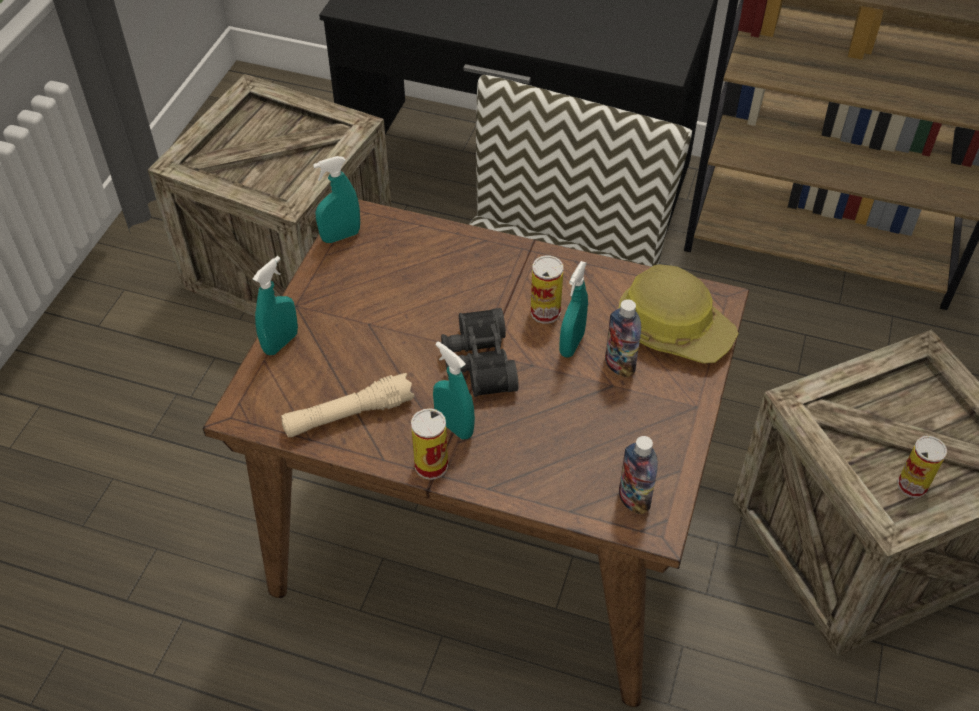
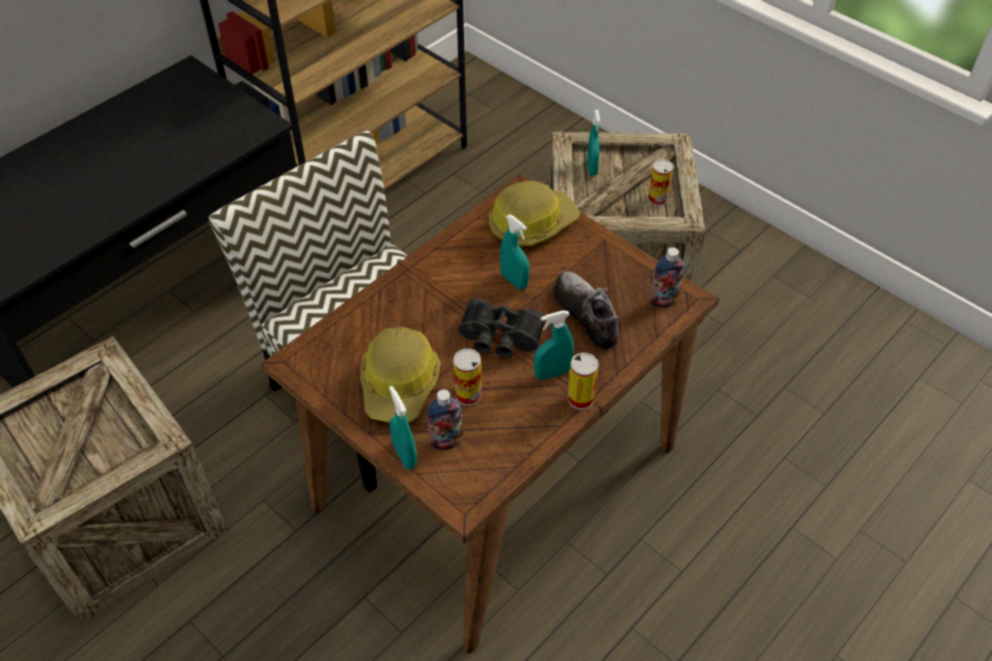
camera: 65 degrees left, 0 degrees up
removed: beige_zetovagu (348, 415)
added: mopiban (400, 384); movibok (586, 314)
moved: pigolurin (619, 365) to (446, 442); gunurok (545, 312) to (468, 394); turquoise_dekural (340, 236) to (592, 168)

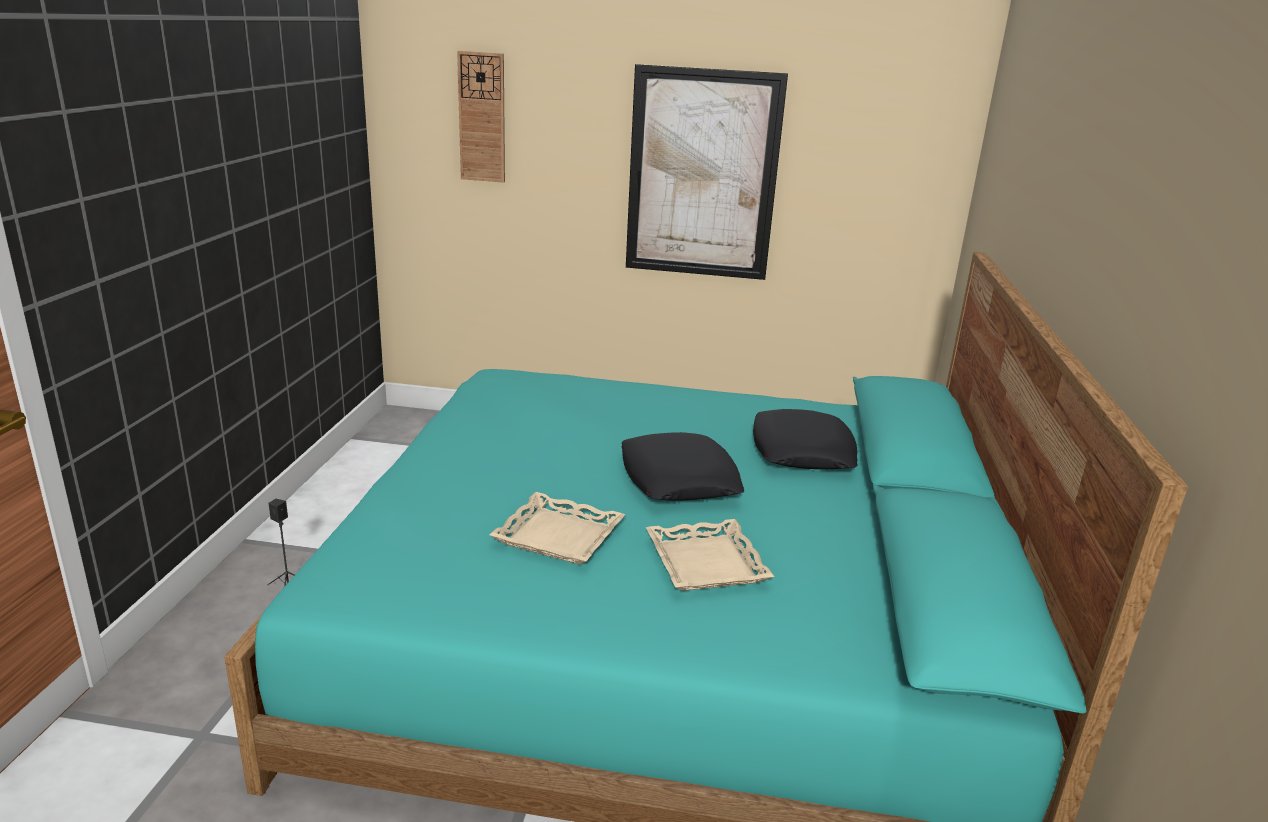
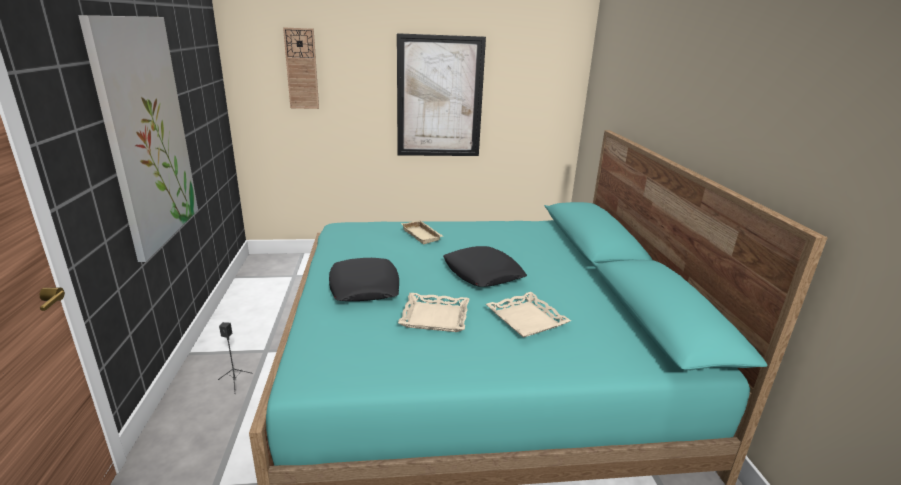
camera: 15 degrees left, 0 degrees up
added: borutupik (147, 134); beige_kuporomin (423, 235)
moved: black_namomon (802, 451) to (364, 287)

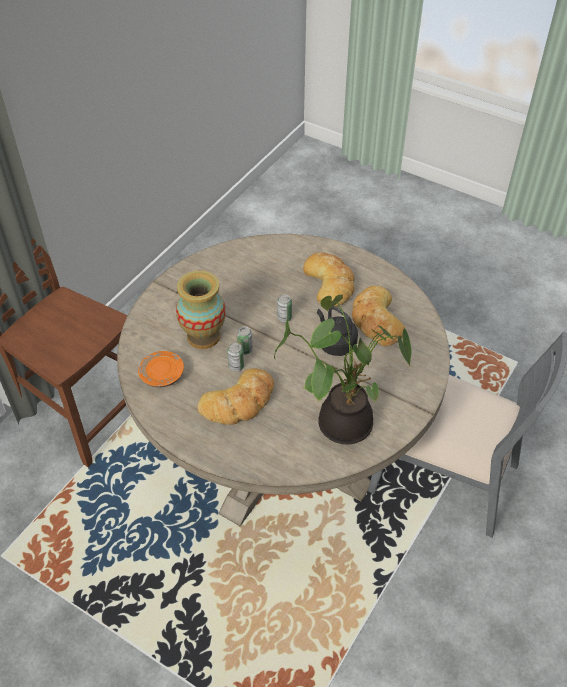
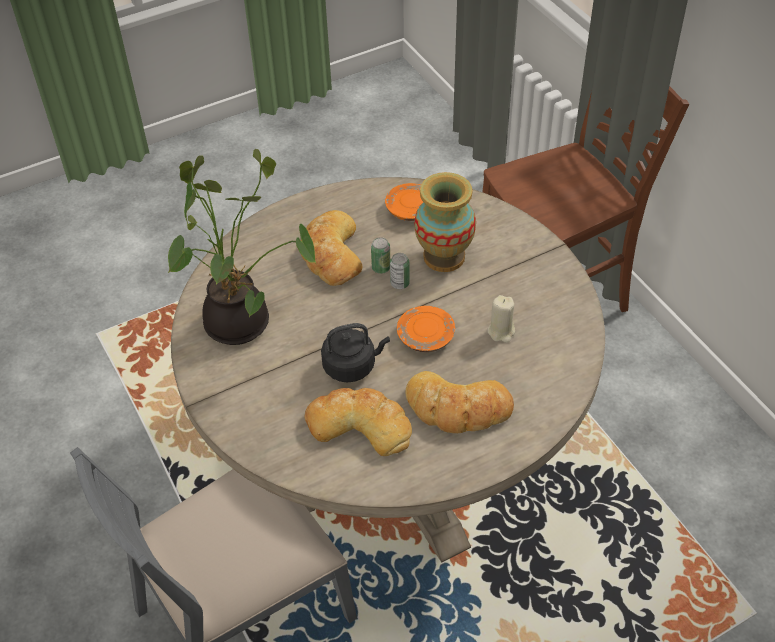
camera: 120 degrees right, 0 degrees up
added: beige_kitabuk (501, 331)
replaced: gunurok (284, 318) to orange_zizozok (426, 336)

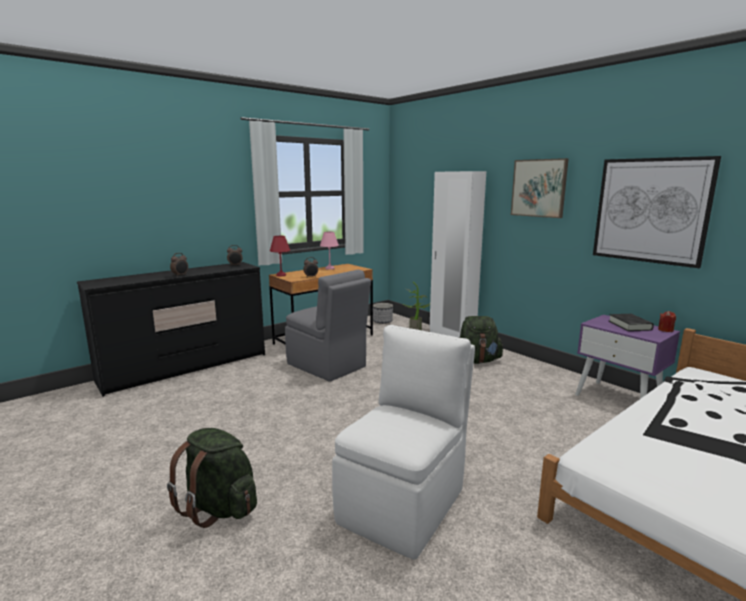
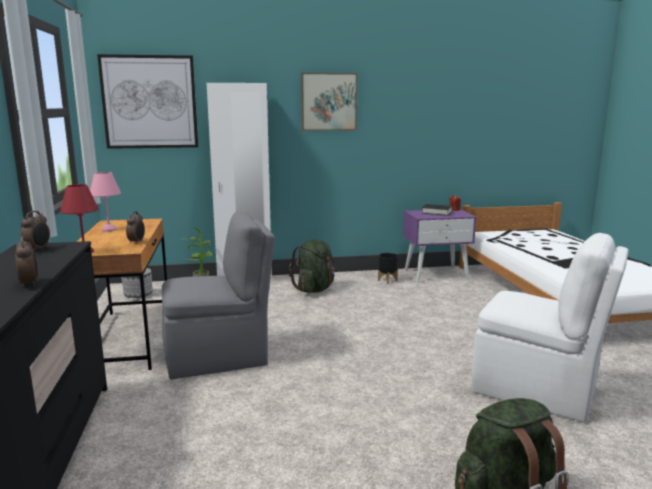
camera: 60 degrees left, 0 degrees up
added: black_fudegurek (387, 280)
moved: borutupik (650, 210) to (150, 102)
turned: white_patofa (404, 503) = (537, 390) 150 degrees clockwise

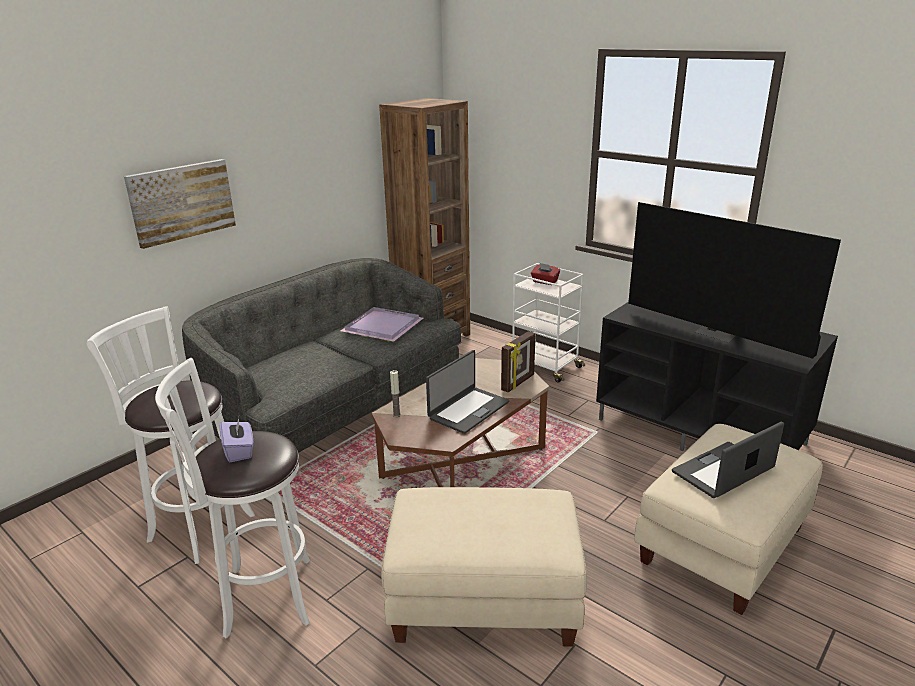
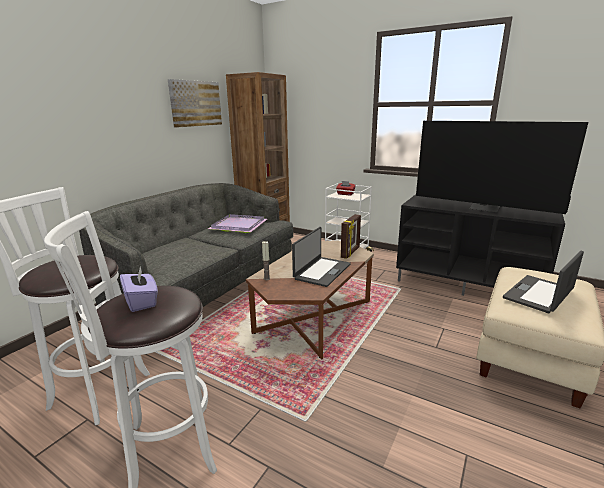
camera: 10 degrees left, 5 degrees down
removed: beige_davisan (483, 600)
moved: borutupik (181, 202) to (195, 103)

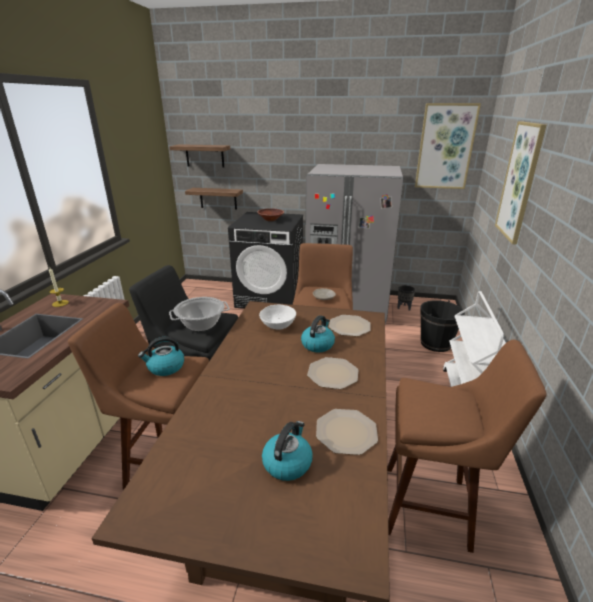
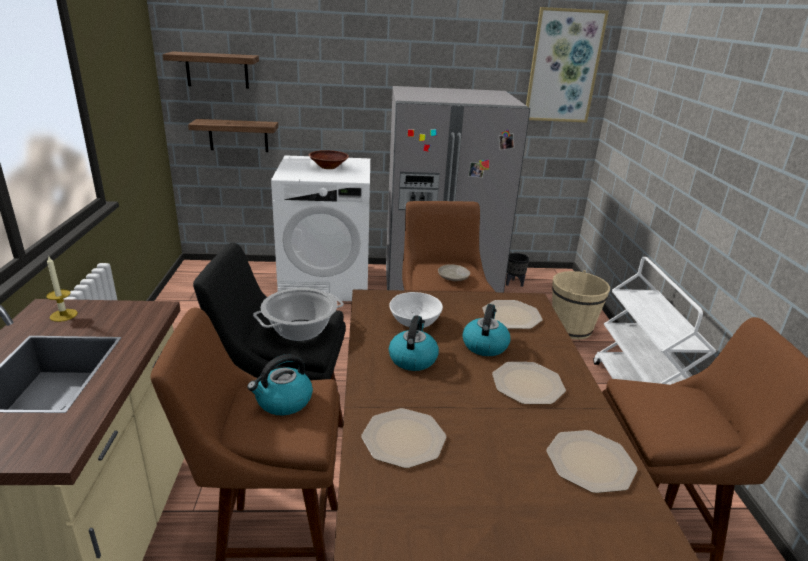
camera: 15 degrees left, 0 degrees up
removed: borutupik (520, 182)
added: zizozok (403, 439)
moved: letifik (287, 462) to (413, 358)
recoloured: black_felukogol (270, 298) to white_felukogol (326, 282); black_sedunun (436, 343) to beige_sedunun (571, 328)

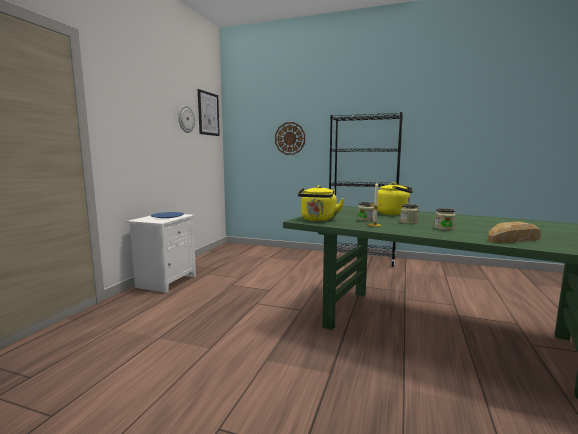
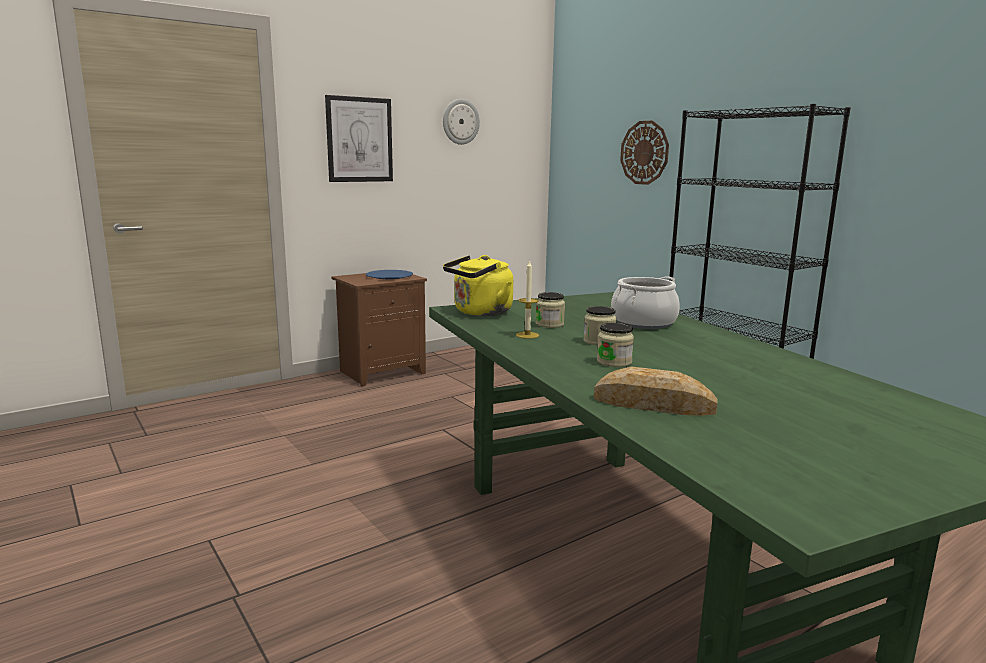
camera: 35 degrees right, 5 degrees up
moved: borutupik (208, 114) to (359, 140)
replaced: yellow_letifik (394, 213) to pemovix (644, 322)
recoloured: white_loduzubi (166, 281) to brown_loduzubi (382, 372)

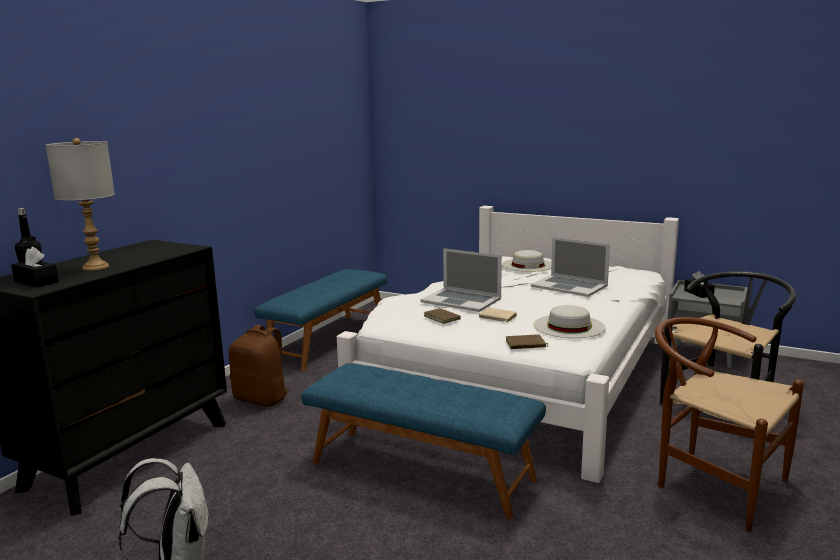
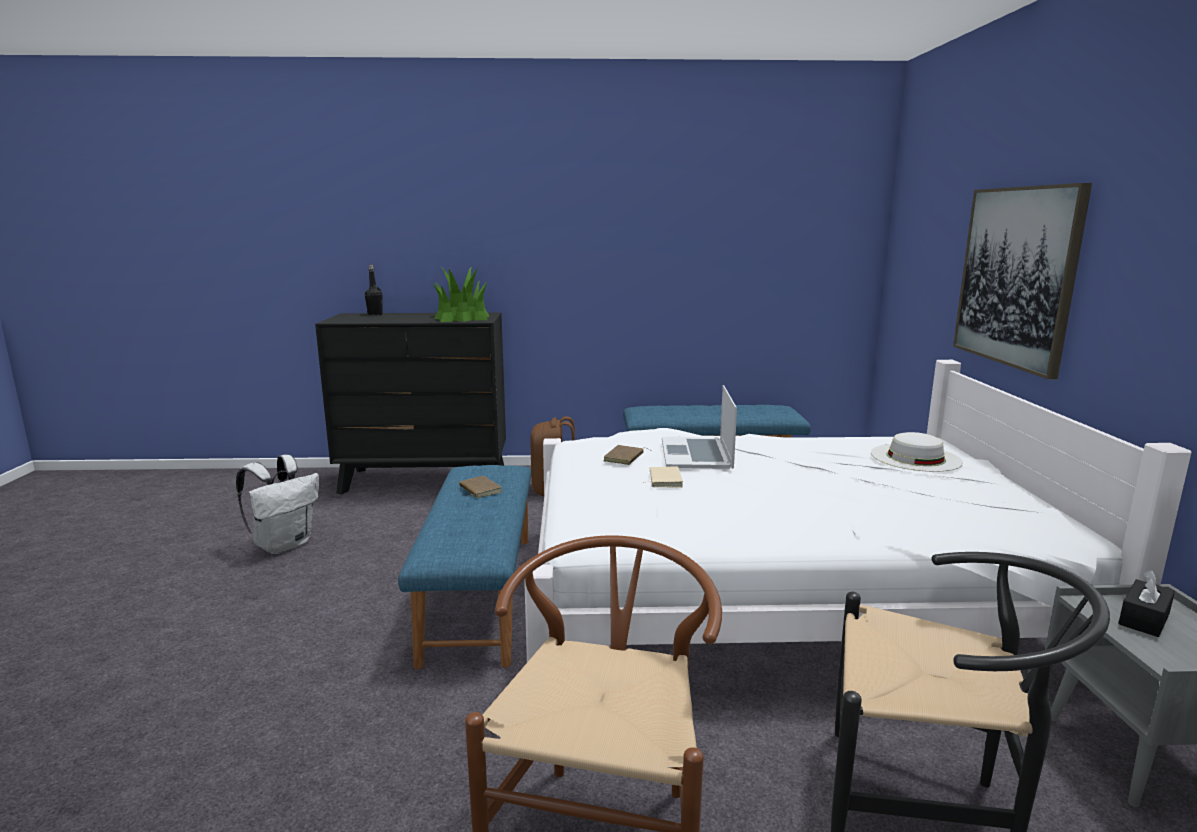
camera: 60 degrees right, 0 degrees up
removed: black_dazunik (36, 282); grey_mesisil (95, 267); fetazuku (569, 286); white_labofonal (569, 326)
added: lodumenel (461, 317); borutupik (1016, 276)
moved: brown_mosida (525, 345) to (478, 490)

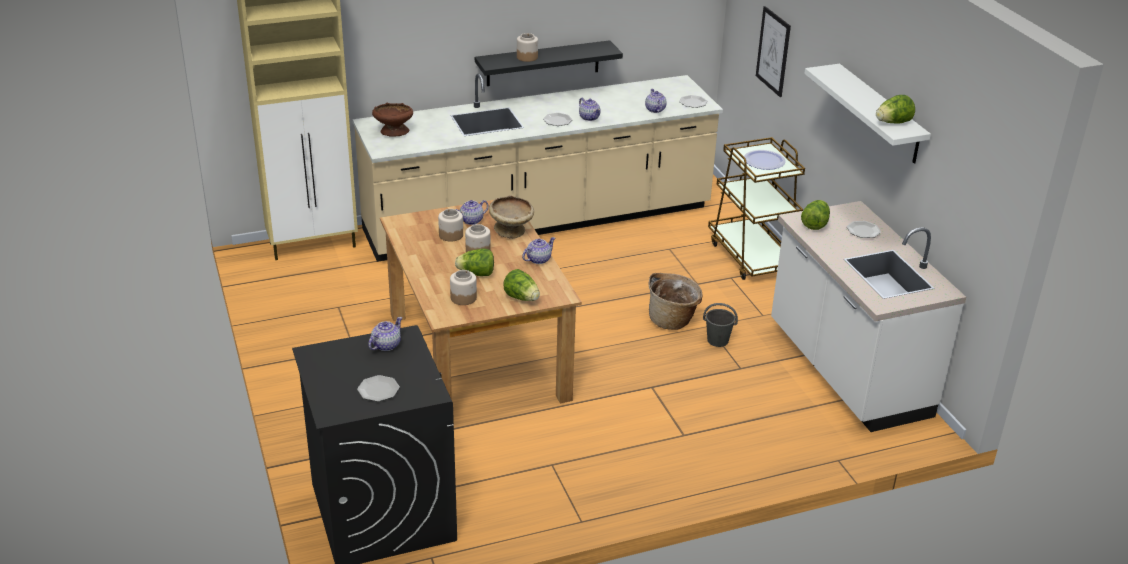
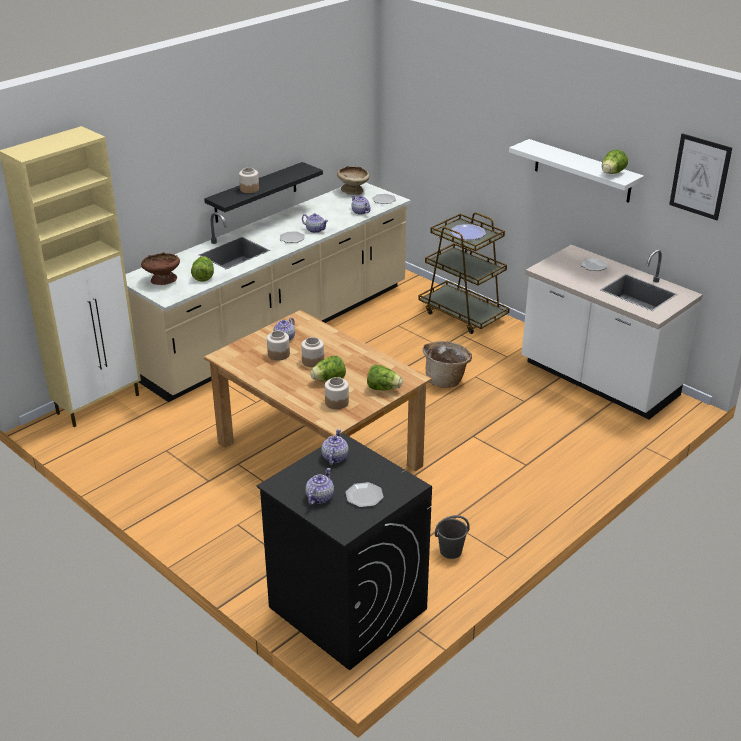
camera: 25 degrees left, 0 degrees up
moved: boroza (815, 224) to (203, 277); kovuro (538, 259) to (319, 497); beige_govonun (511, 231) to (353, 191); grey_sedunun (717, 340) to (450, 551); borutupik (773, 51) to (700, 176)

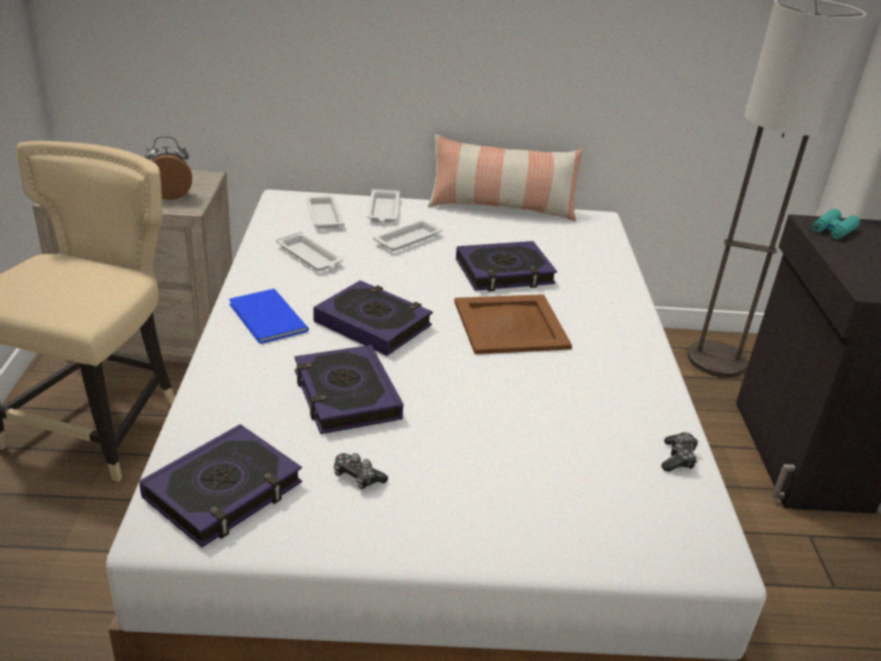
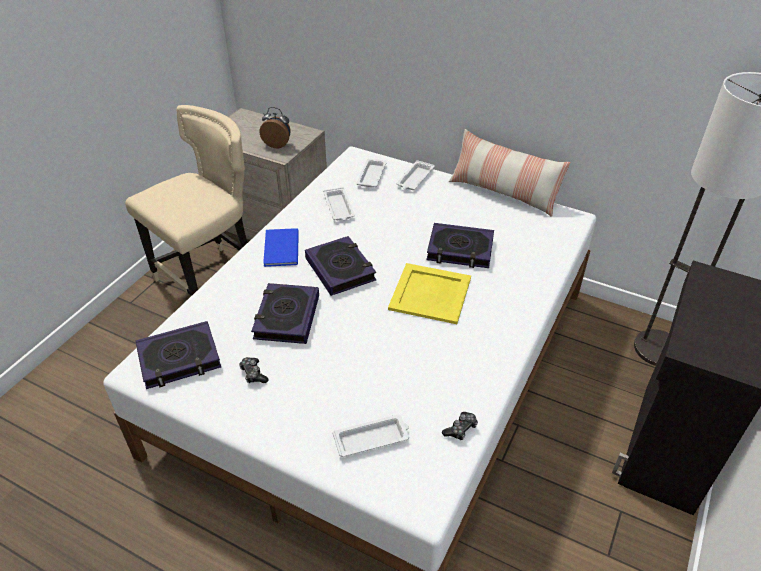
camera: 30 degrees right, 10 degrees up
removed: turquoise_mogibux (833, 230)
moved: white_kuporomin (408, 239) to (372, 438)
recoloured: brown_kuporomin (510, 325) to yellow_kuporomin (429, 294)

